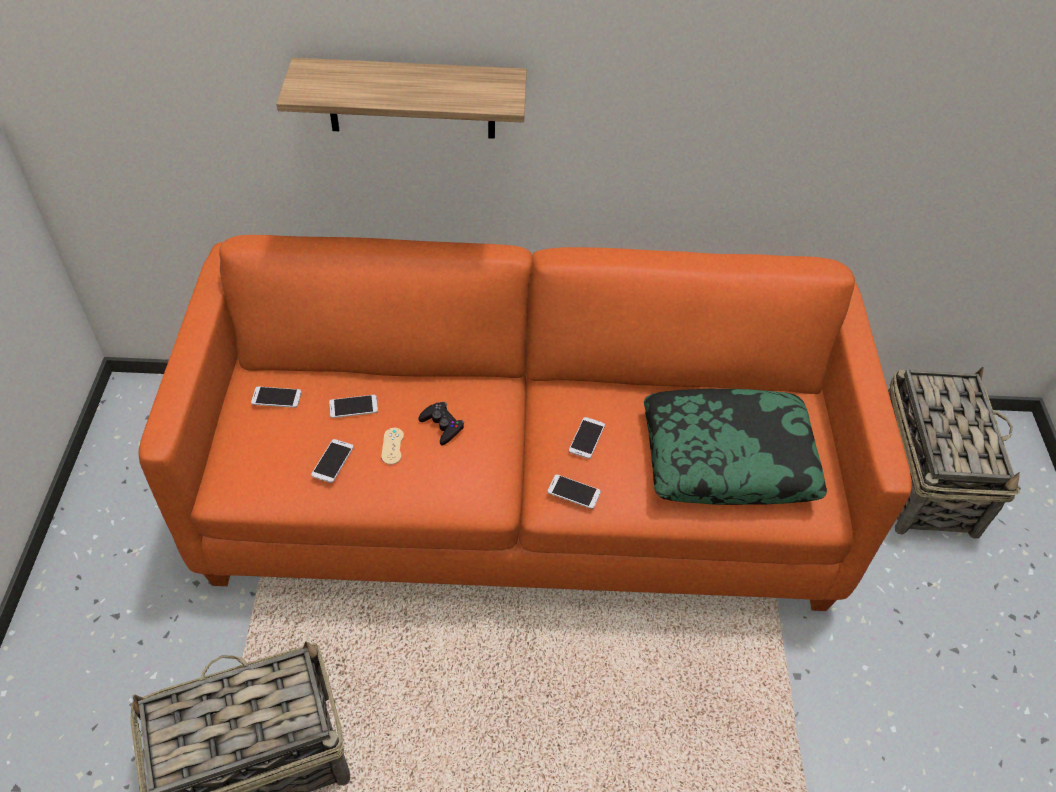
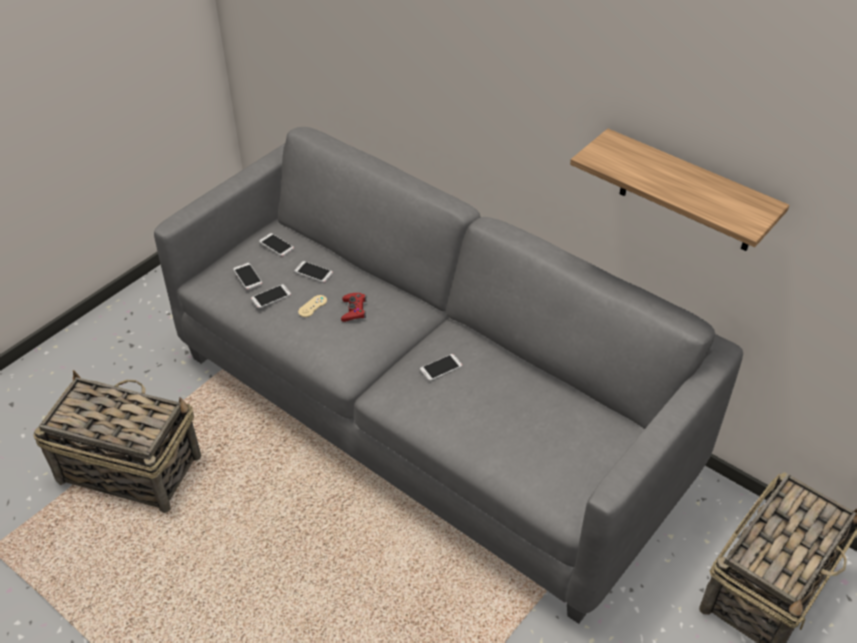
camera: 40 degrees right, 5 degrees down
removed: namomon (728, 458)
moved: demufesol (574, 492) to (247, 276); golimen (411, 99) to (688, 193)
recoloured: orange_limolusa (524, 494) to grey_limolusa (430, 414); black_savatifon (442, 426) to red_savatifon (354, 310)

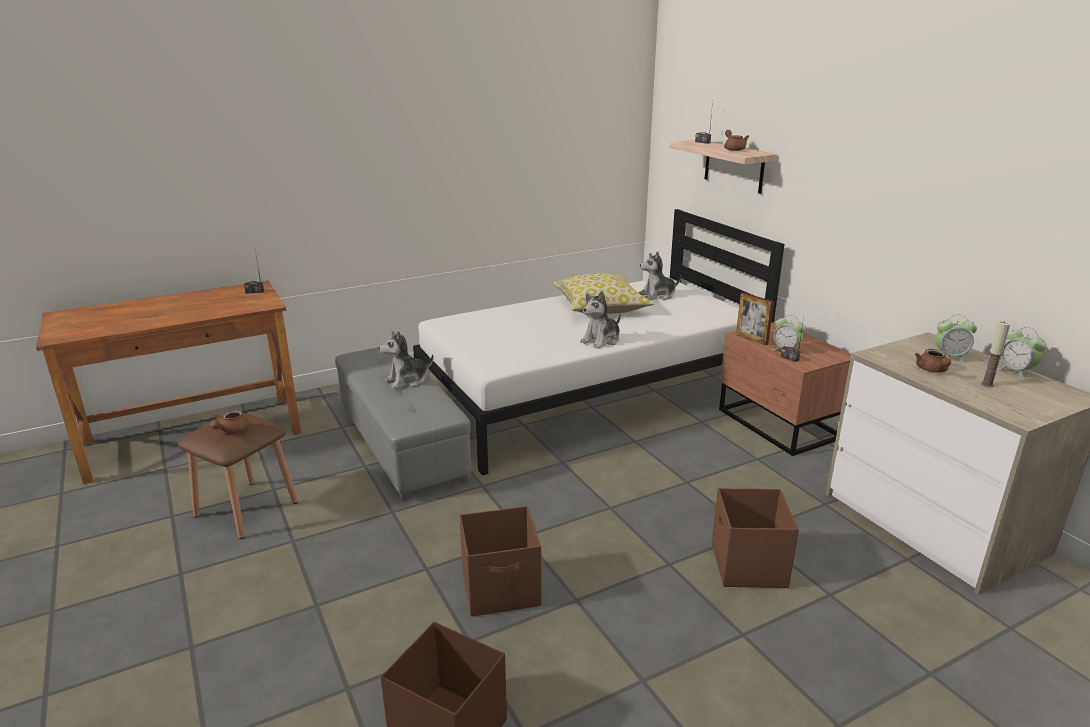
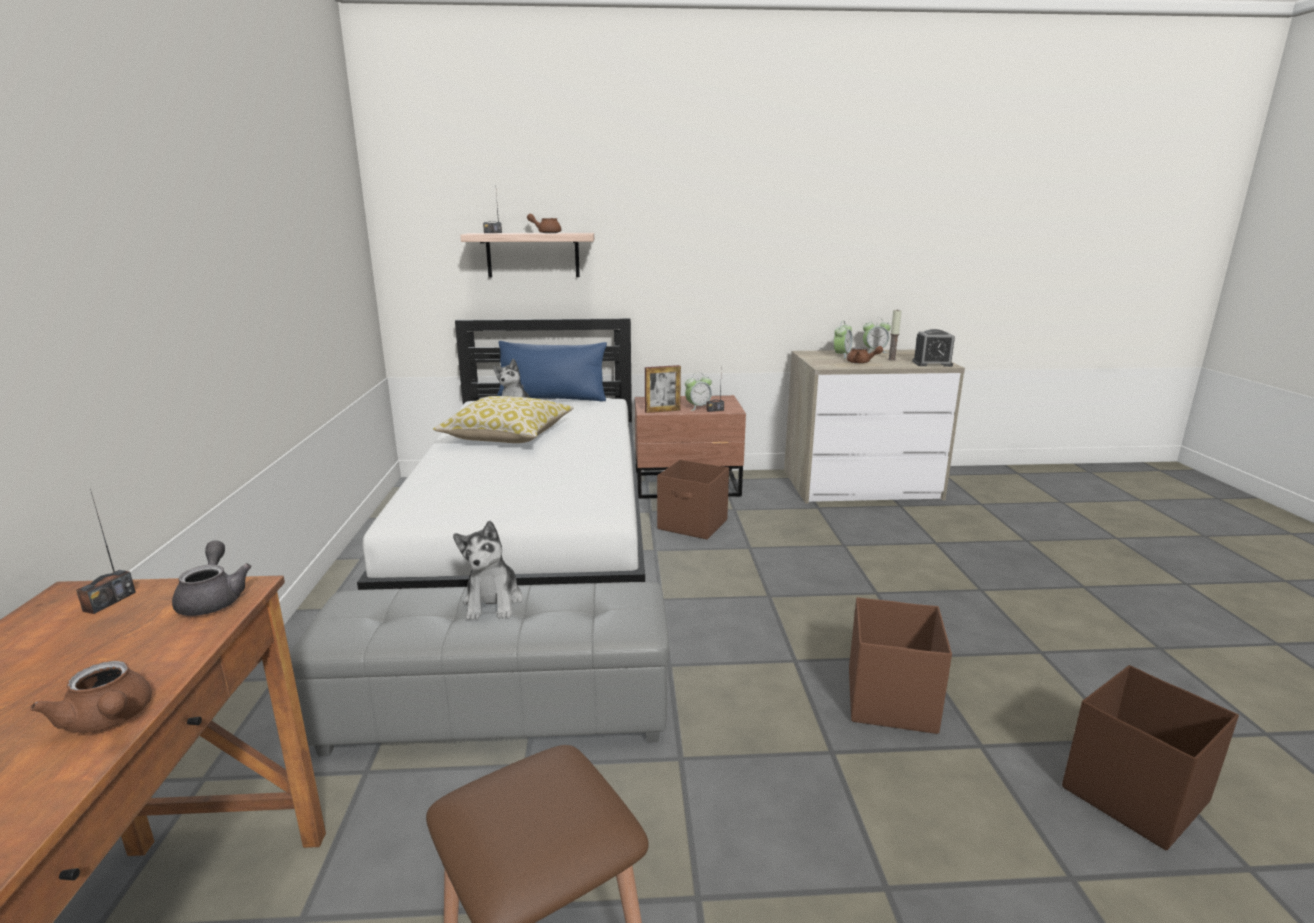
camera: 65 degrees left, 5 degrees down
removed: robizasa (601, 340)
added: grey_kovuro (214, 599); blue_namomon (552, 398); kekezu (932, 363)
moved: brown_kovuro (231, 431) to (109, 720); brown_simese (748, 566) to (693, 525)

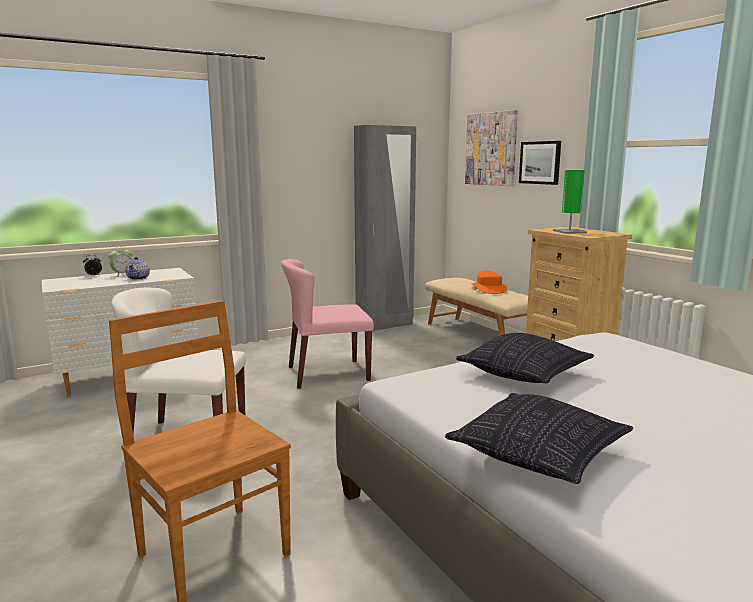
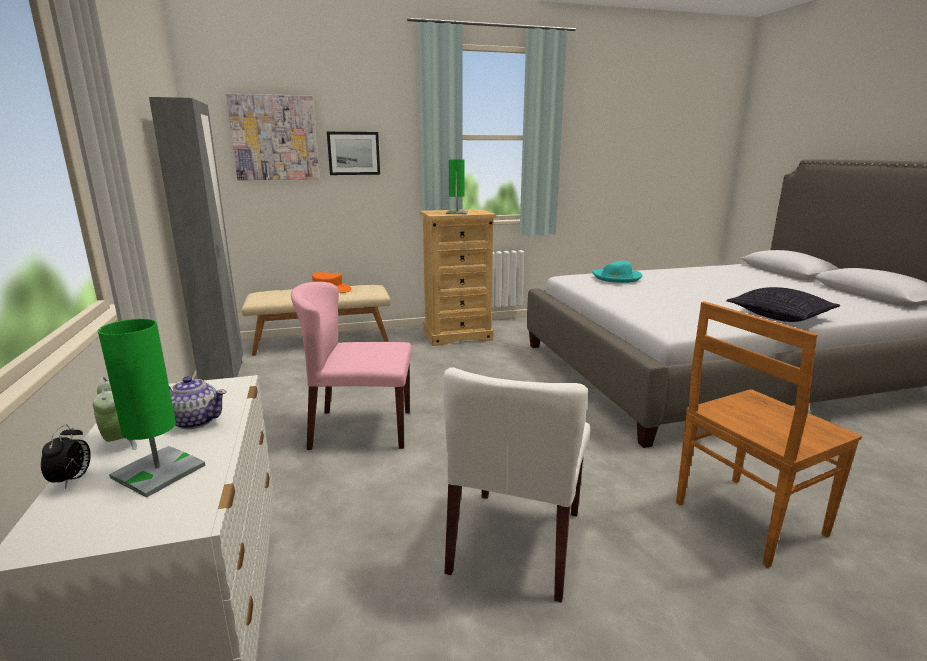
camera: 75 degrees left, 5 degrees up
removed: namomon (523, 374)
added: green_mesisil (158, 471); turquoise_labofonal (617, 277)
turned: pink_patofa (327, 374) = (360, 429) 90 degrees clockwise

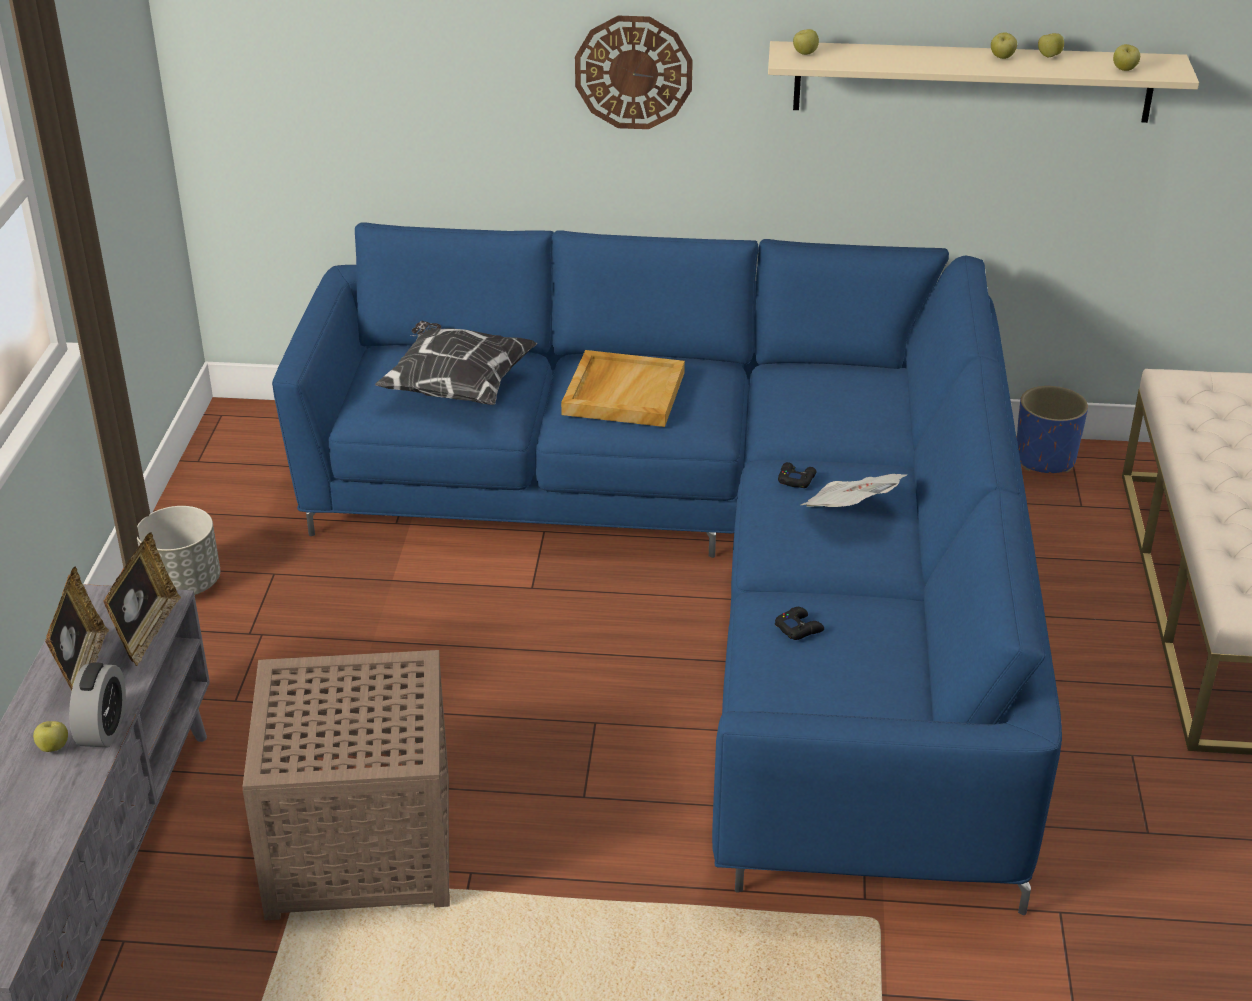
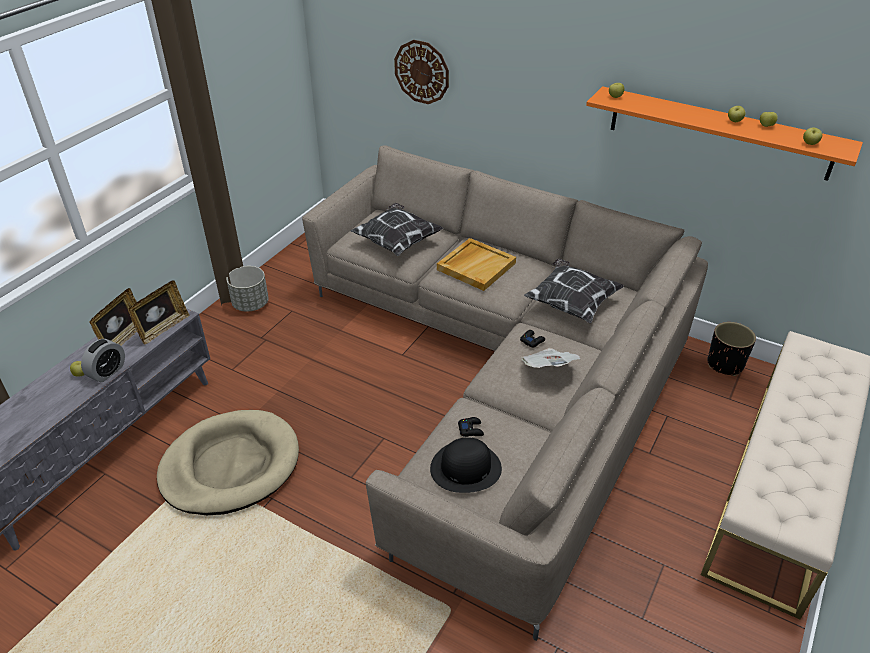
camera: 25 degrees right, 5 degrees up
added: black_labofonal (465, 468); namomon (571, 303)
moved: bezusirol (633, 72) to (422, 72)
replaced: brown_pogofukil (357, 849) to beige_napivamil (230, 466)
recoloured: blue_limolusa (721, 571) to beige_limolusa (501, 375); beige_golimen (972, 81) to orange_golimen (718, 133); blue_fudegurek (1045, 459) to black_fudegurek (725, 364)

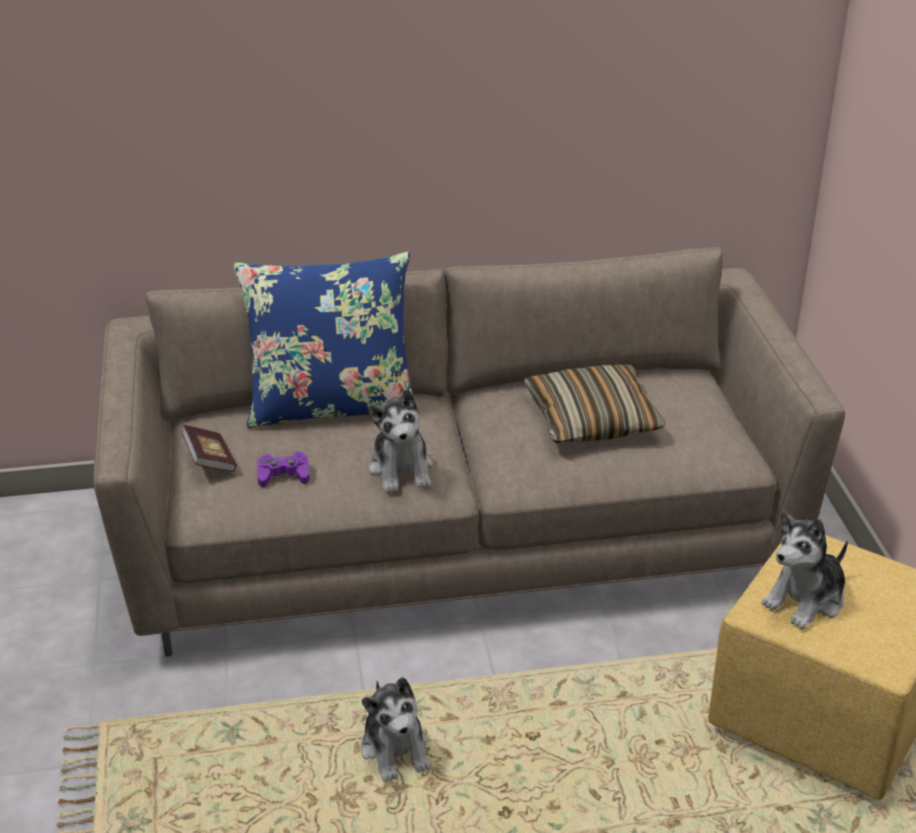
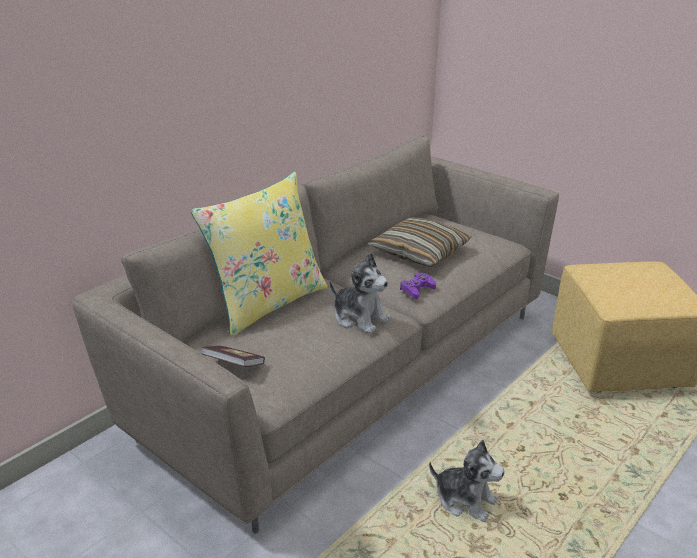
camera: 40 degrees left, 5 degrees down
removed: robizasa (806, 600)
moved: purple_savatifon (283, 475) to (417, 290)
recoloured: blue_namomon (331, 406) to yellow_namomon (266, 303)

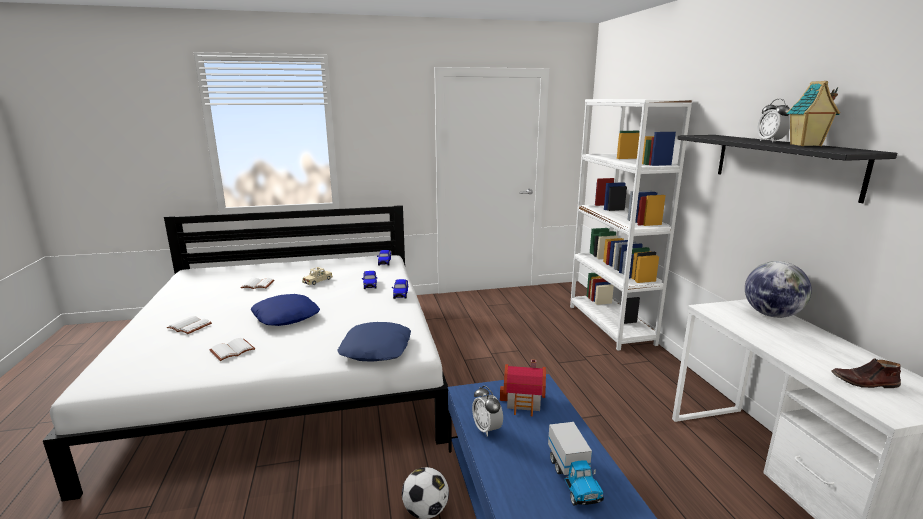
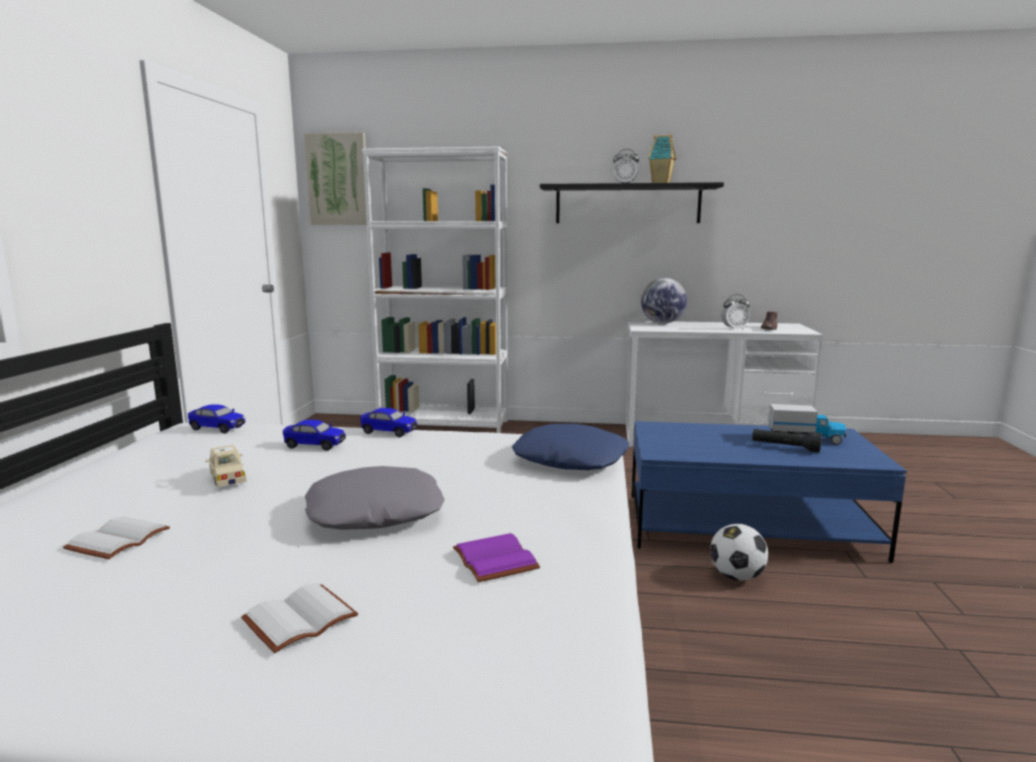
camera: 70 degrees left, 5 degrees down
removed: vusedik (525, 402)
added: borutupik (338, 179); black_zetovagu (785, 447)
moved: kekezu (487, 429) to (734, 329)
recoloured: blue_namomon (286, 316) to grey_namomon (375, 511); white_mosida (232, 350) to purple_mosida (492, 560)

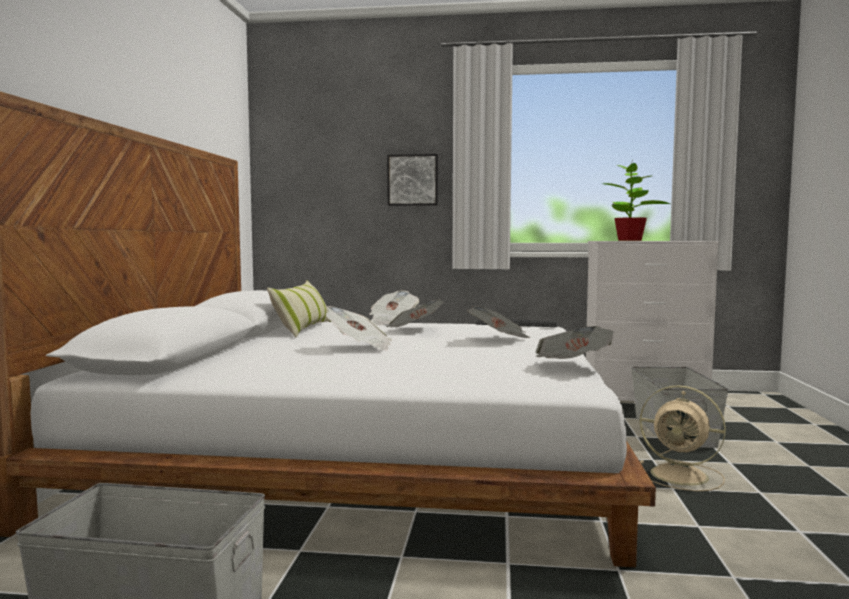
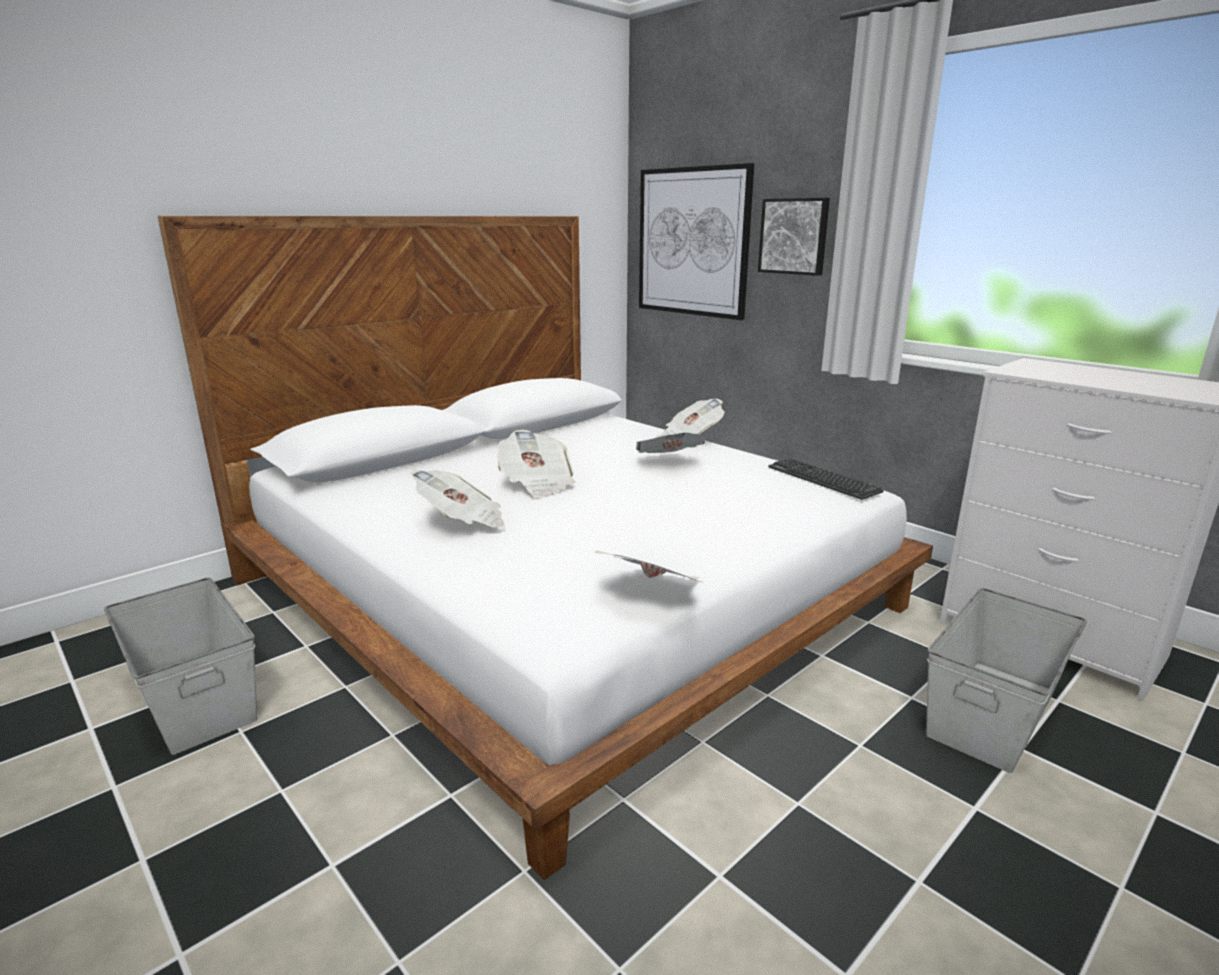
camera: 40 degrees right, 15 degrees up
removed: namomon (303, 329); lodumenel (630, 240); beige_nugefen (682, 475)
added: borutupik (692, 242)
moved: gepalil (499, 340) to (463, 522)

